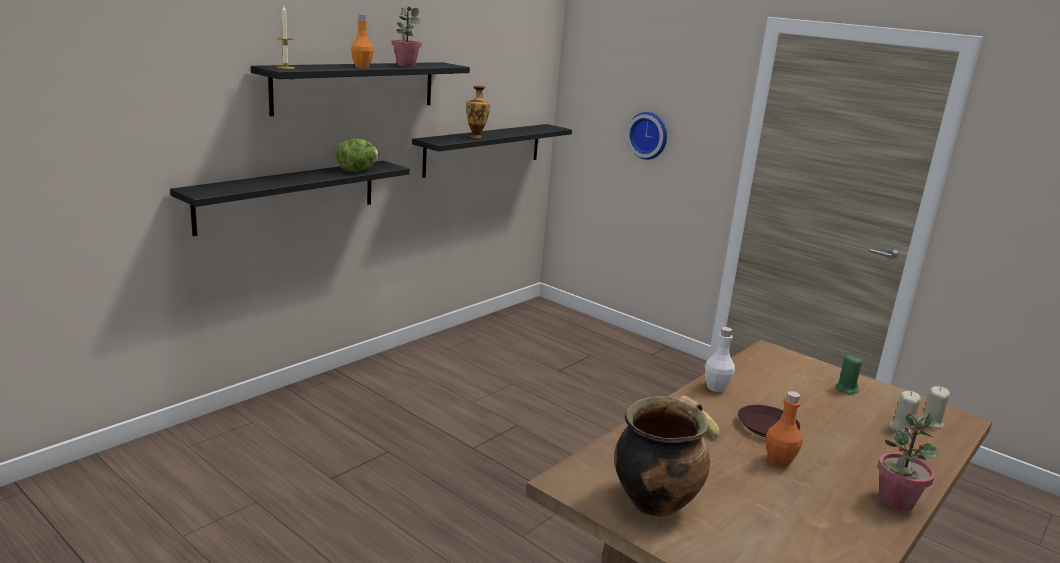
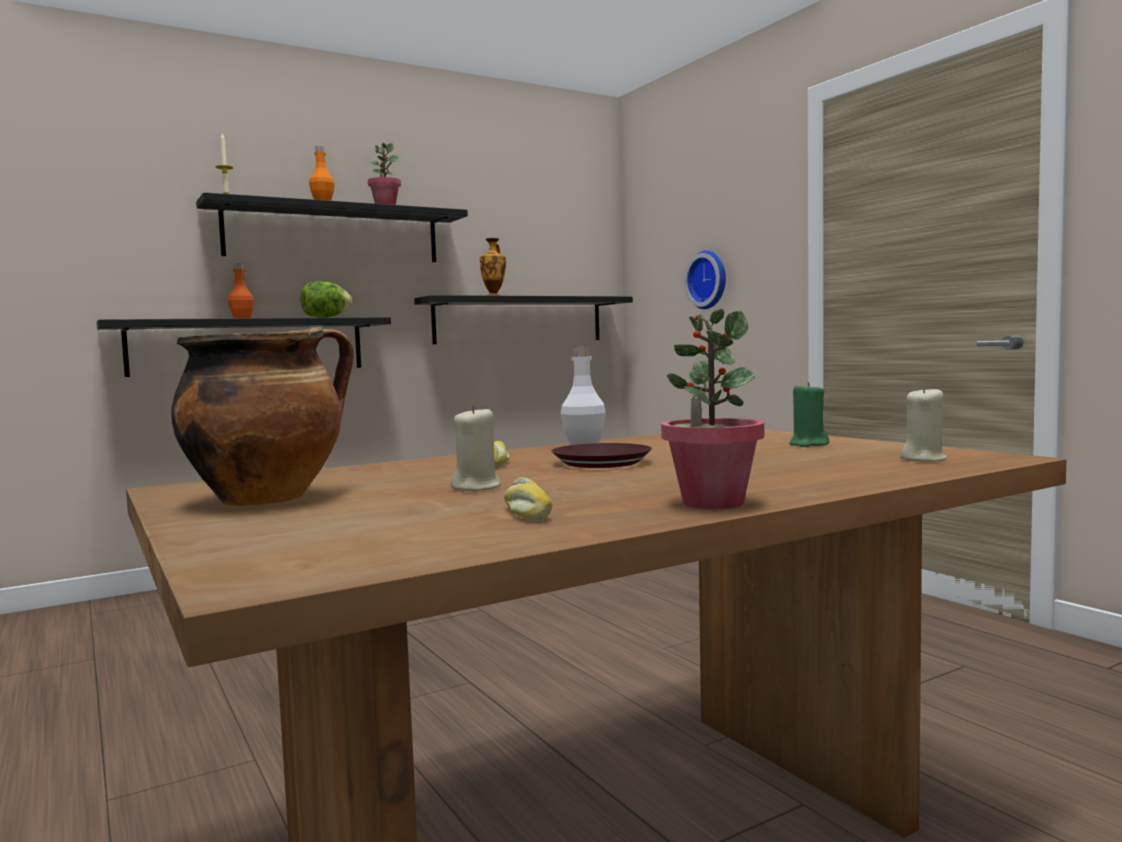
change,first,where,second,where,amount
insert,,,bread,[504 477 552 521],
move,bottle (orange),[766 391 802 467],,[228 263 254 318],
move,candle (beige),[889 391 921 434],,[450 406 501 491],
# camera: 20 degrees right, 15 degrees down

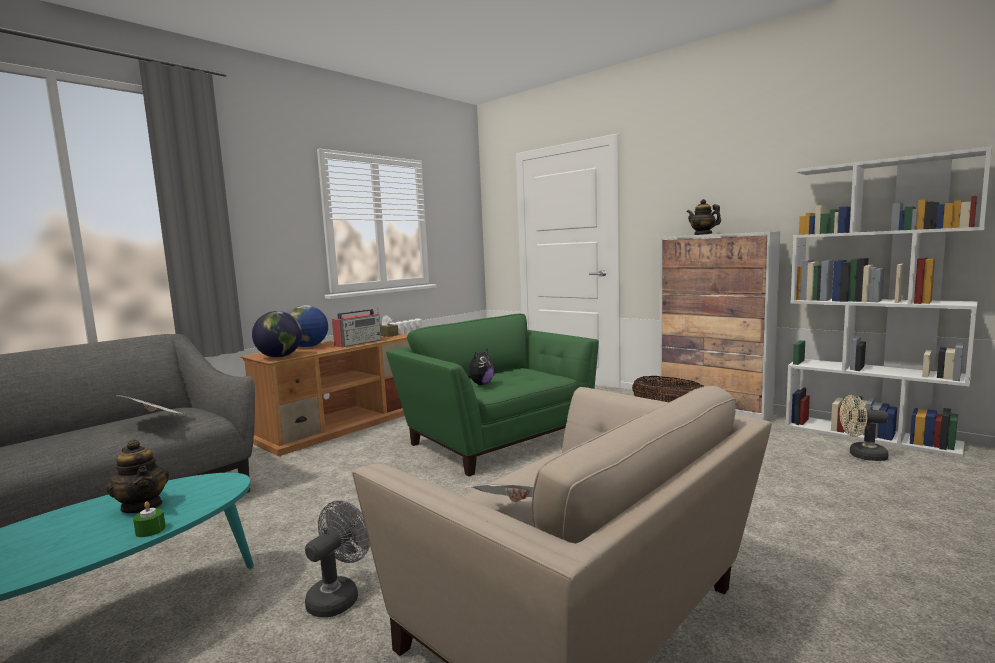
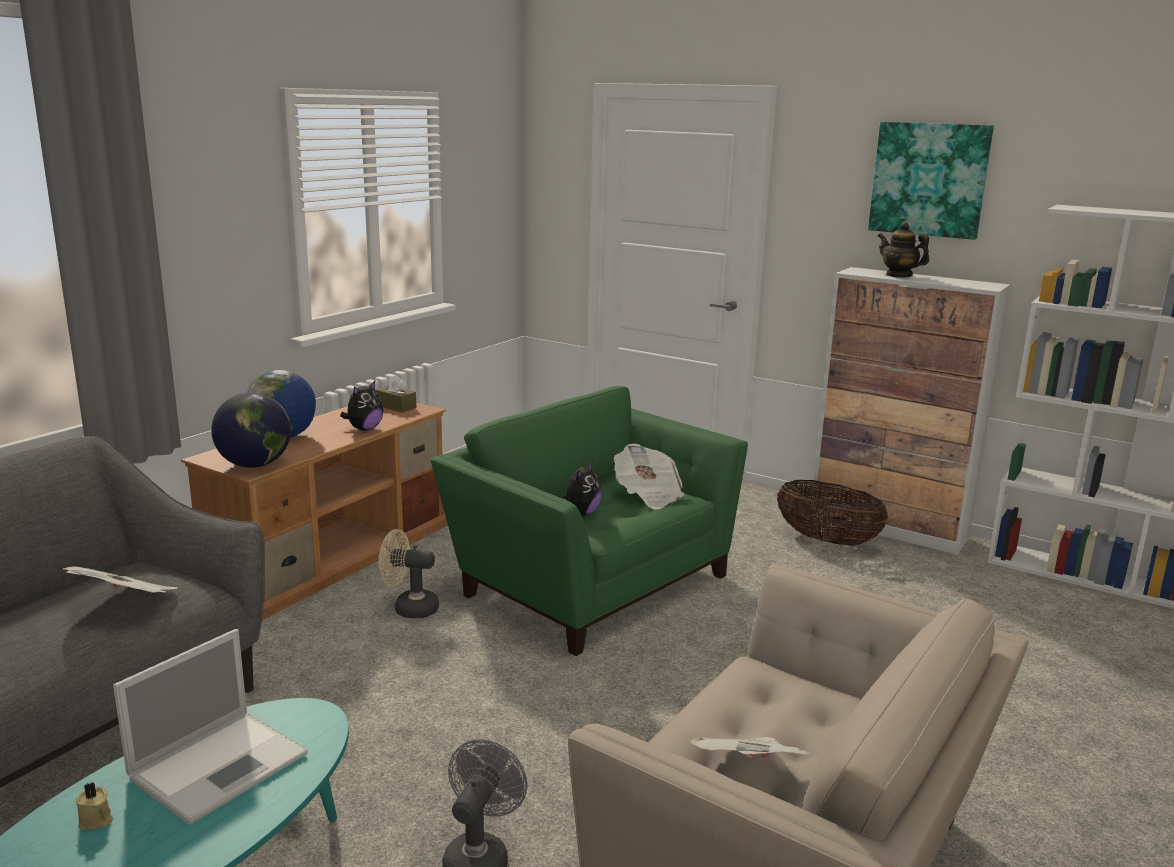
change,first,where,second,where,amount
delete,candle (green),[133 501 166 537],,,
insert,,,candle (beige),[76 782 113 830],
insert,,,newspaper,[614 444 684 510],
insert,,,picture,[868 122 994 240],
move,fan (beige),[840 395 889 461],,[378 529 439 618],
replace,teapot,[106 439 169 513],laptop,[113 629 308 825],
replace,radio,[332 307 381 347],plush toy,[340 381 383 431],
# camera: 10 degrees left, 10 degrees up

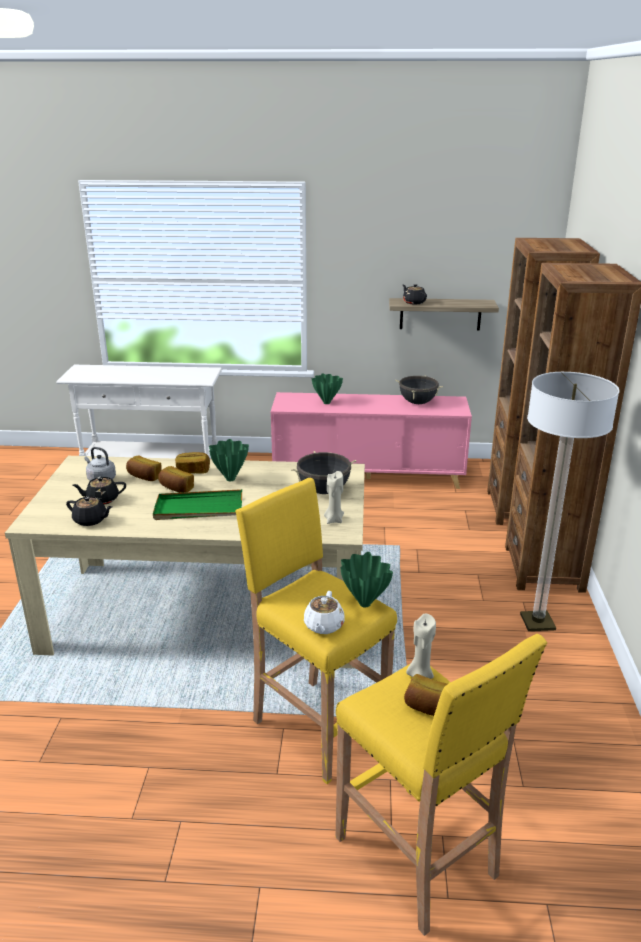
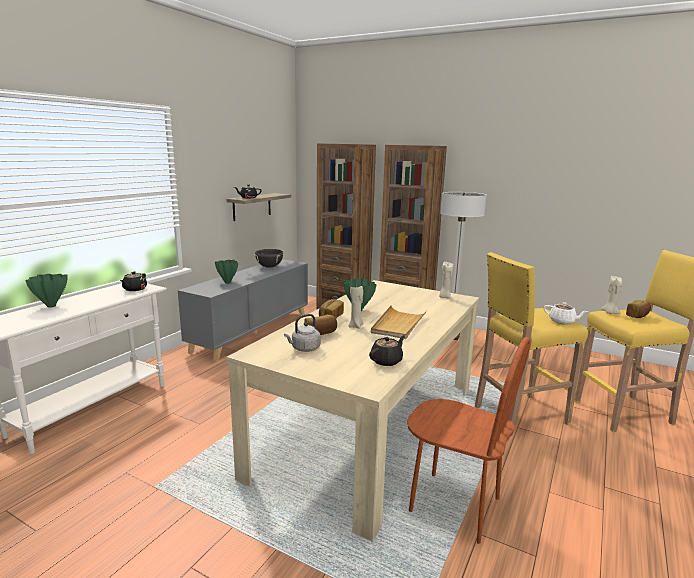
change,first,where,second,where,amount
delete,cooking pot (black),[291 451 356 494],,,
insert,,,chair (brown),[407 337 530 544],
move,teapot (black),[72 477 126 505],,[120 271 147 291],
move,vase (green),[340 552 393 607],,[25 274 68 308],
replace,bread,[158 466 194 493],candle (beige),[349 286 364 329],
recolor,tray (green),[153 489 242 520],tray (beige),[371 305 427 339],
recolor,cabinet (pink),[271 392 472 489],cabinet (grey),[178 259 308 362],
# camera: 65 degrees left, 10 degrees down

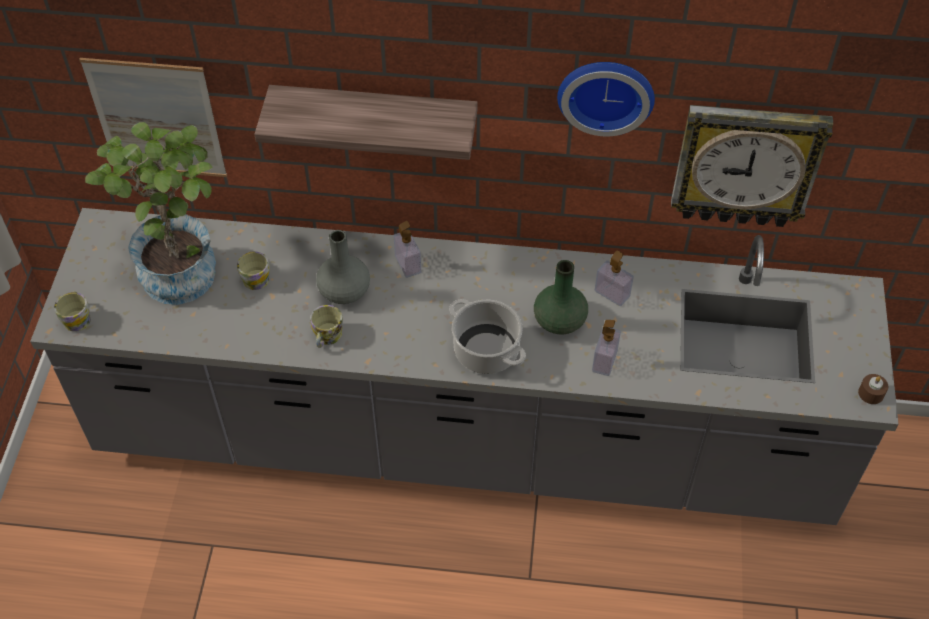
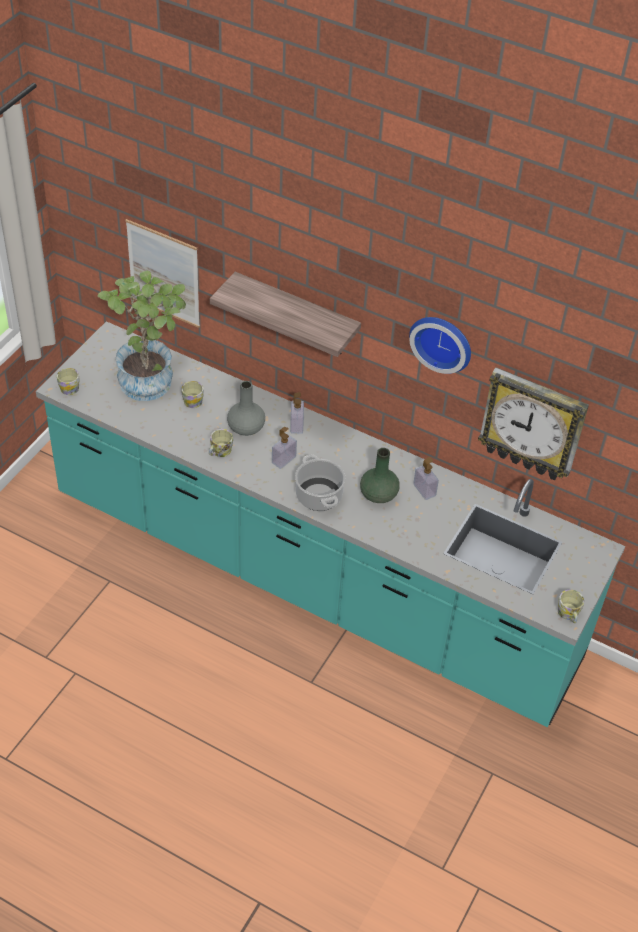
change,first,where,second,where,amount
move,soap dispenser,[592 320 621 376],,[272 427 297 469],
replace,candle (brown),[858 374 889 404],mug,[558 590 584 623],
recolor,counter (grey),[30 208 899 525],counter (turquoise),[36 321 625 727],
# camera: 20 degrees right, 5 degrees down

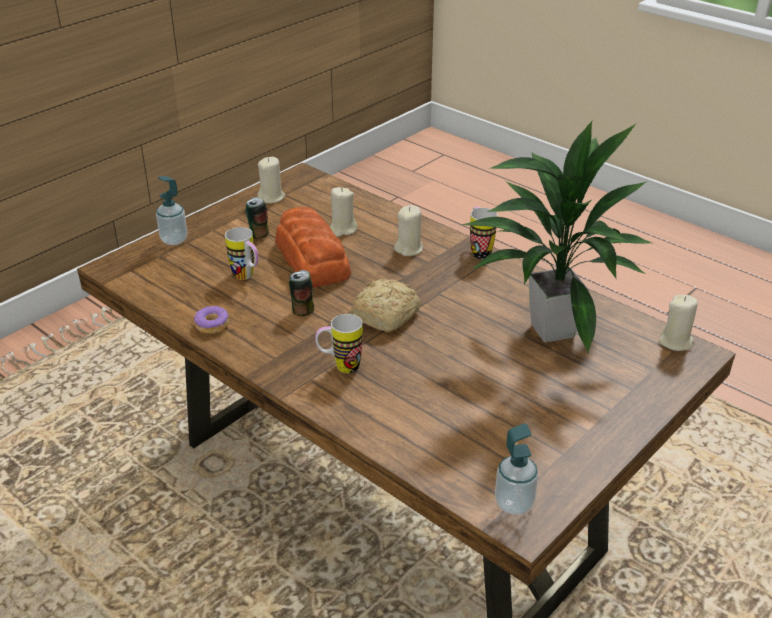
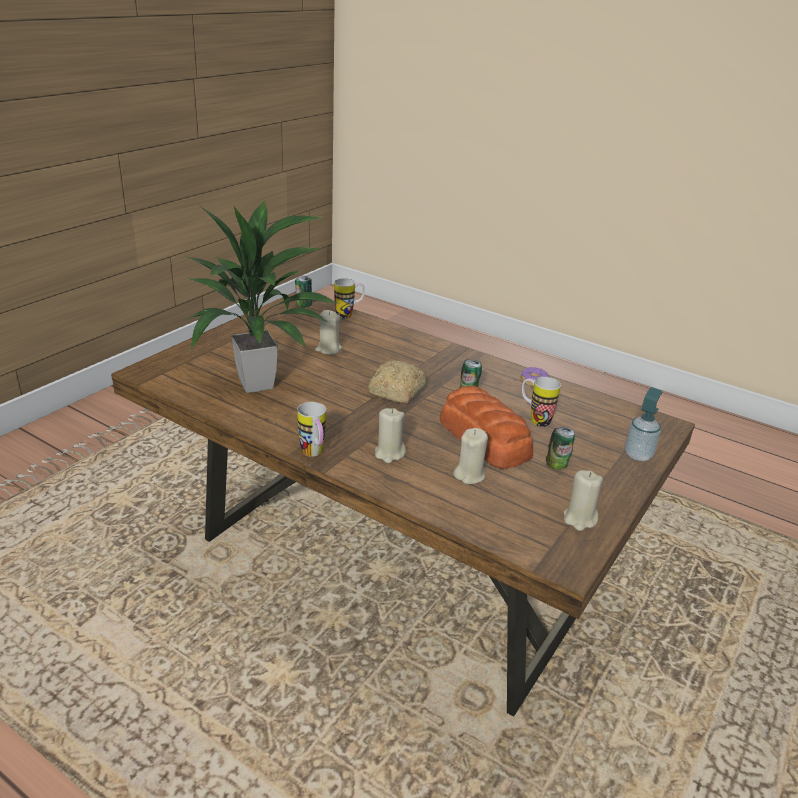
change,first,where,second,where,amount
move,mug,[315 314 363 373],,[334 278 365 319],
move,candle (beige),[659 295 698 351],,[315 310 342 355],
replace,soap dispenser,[495 423 538 515],can,[295 276 312 308],
# camera: 170 degrees right, 5 degrees down

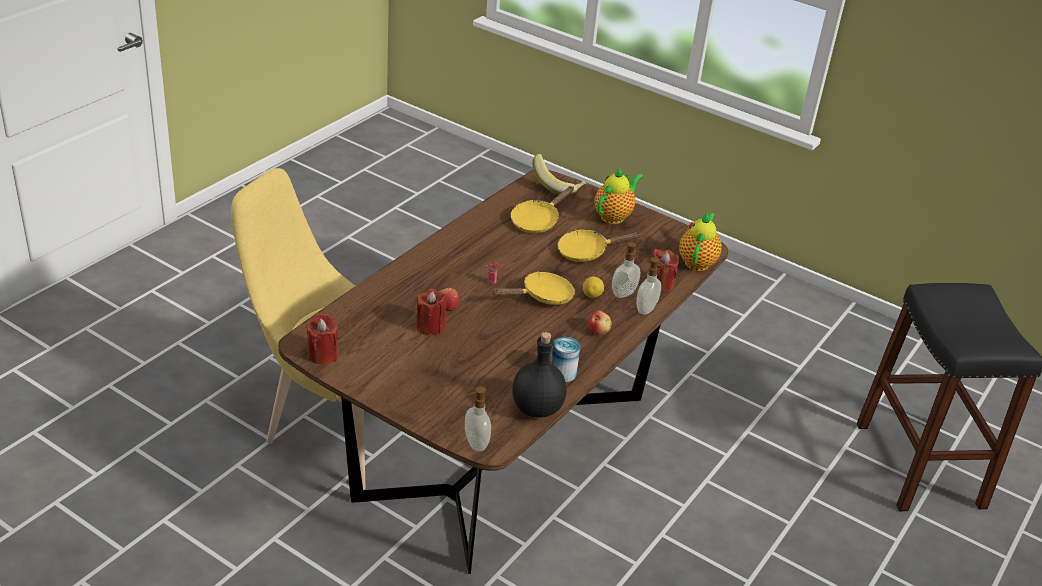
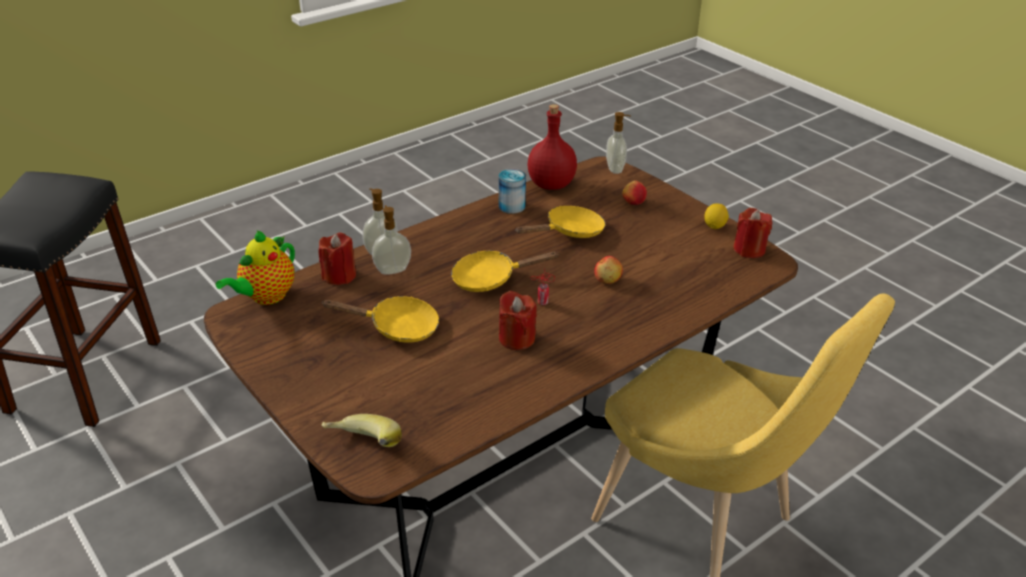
change,first,where,second,where,amount
delete,teapot,[594 168 643 224],,,
move,candle (red),[416 289 447 335],,[499 291 537 350],
move,frying pan (yellow),[511 186 574 233],,[516 206 606 238],
move,lemon,[583 277 604 298],,[704 203 729 229],
move,apple,[588 310 611 335],,[622 181 647 205],
recolor,bottle (black),[512 332 566 418],bottle (red),[528 104 577 190],
# camera: 160 degrees left, 0 degrees up

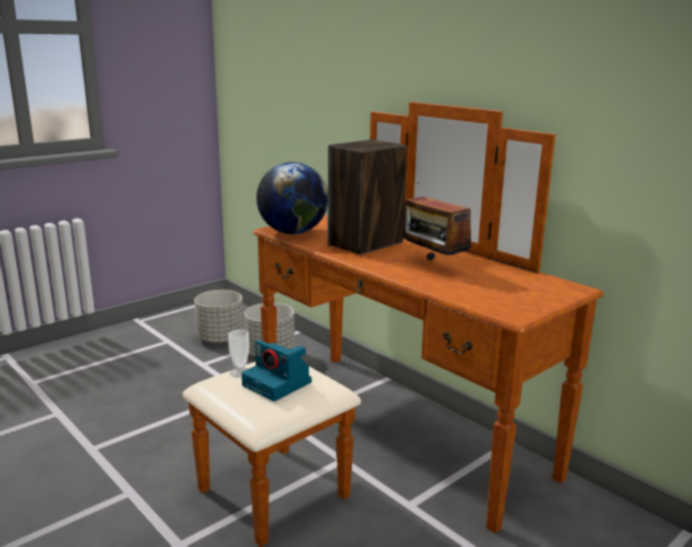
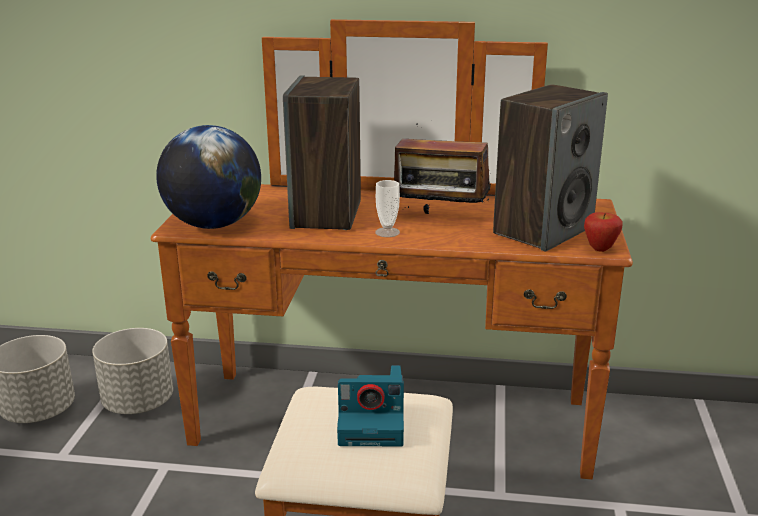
change,first,where,second,where,amount
insert,,,speaker,[493 84 608 251],
insert,,,apple,[584 213 623 252],
move,cup,[229 329 249 378],,[375 180 400 237],
# camera: 40 degrees left, 5 degrees up

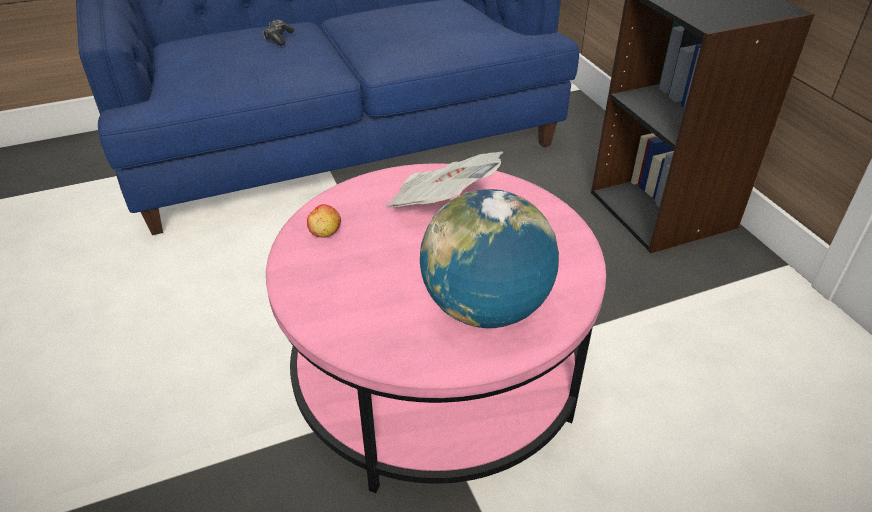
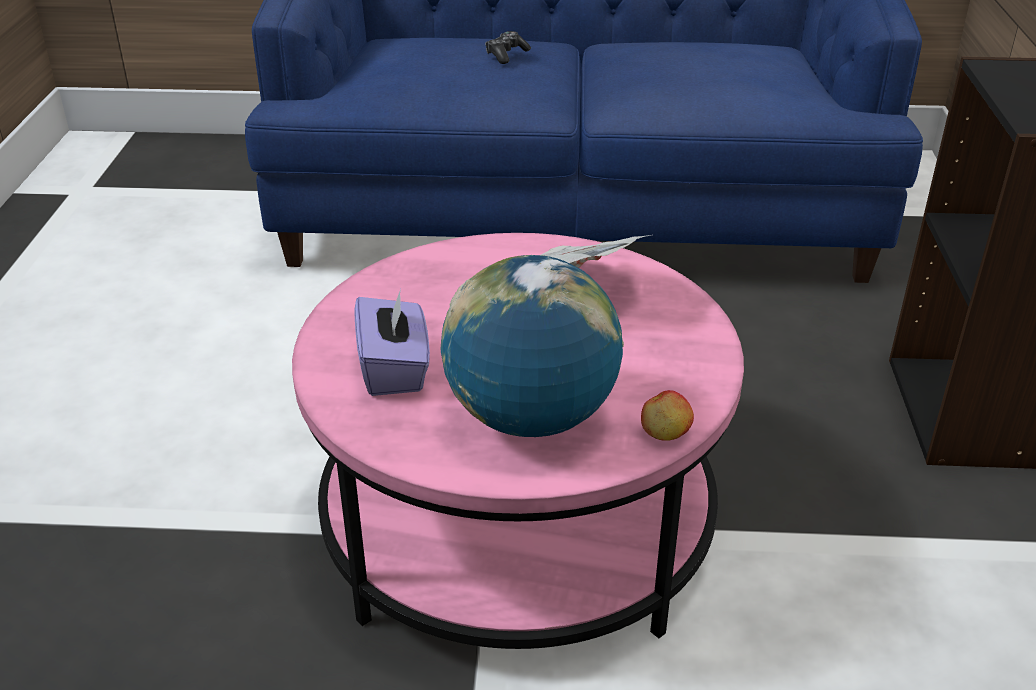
change,first,where,second,where,amount
insert,,,tissue box (purple),[354 289 430 396],
move,apple,[307 204 341 238],,[641 390 694 441],
# camera: 25 degrees right, 5 degrees down

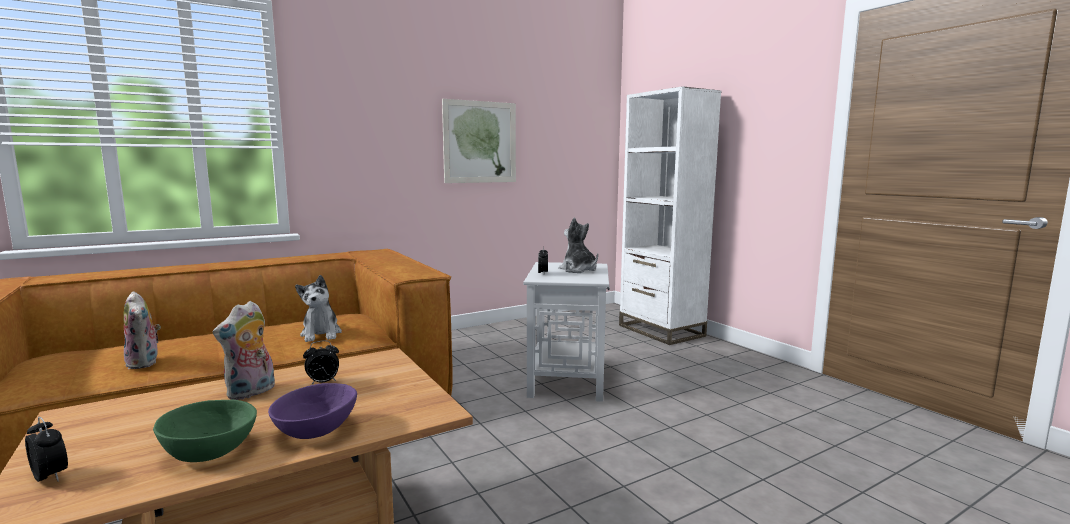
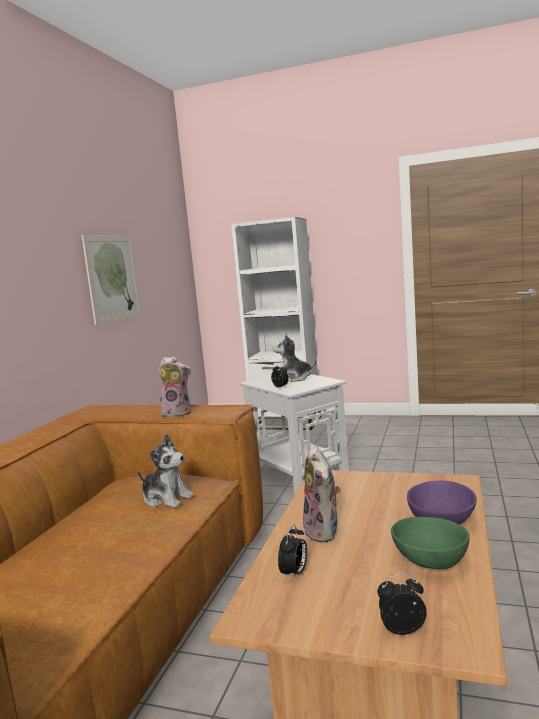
change,first,where,second,where,amount
move,plush toy,[123 291 161 369],,[159 356 191 417],
move,alarm clock,[303 340 339 385],,[278 524 307 580],
# camera: 40 degrees left, 0 degrees up

